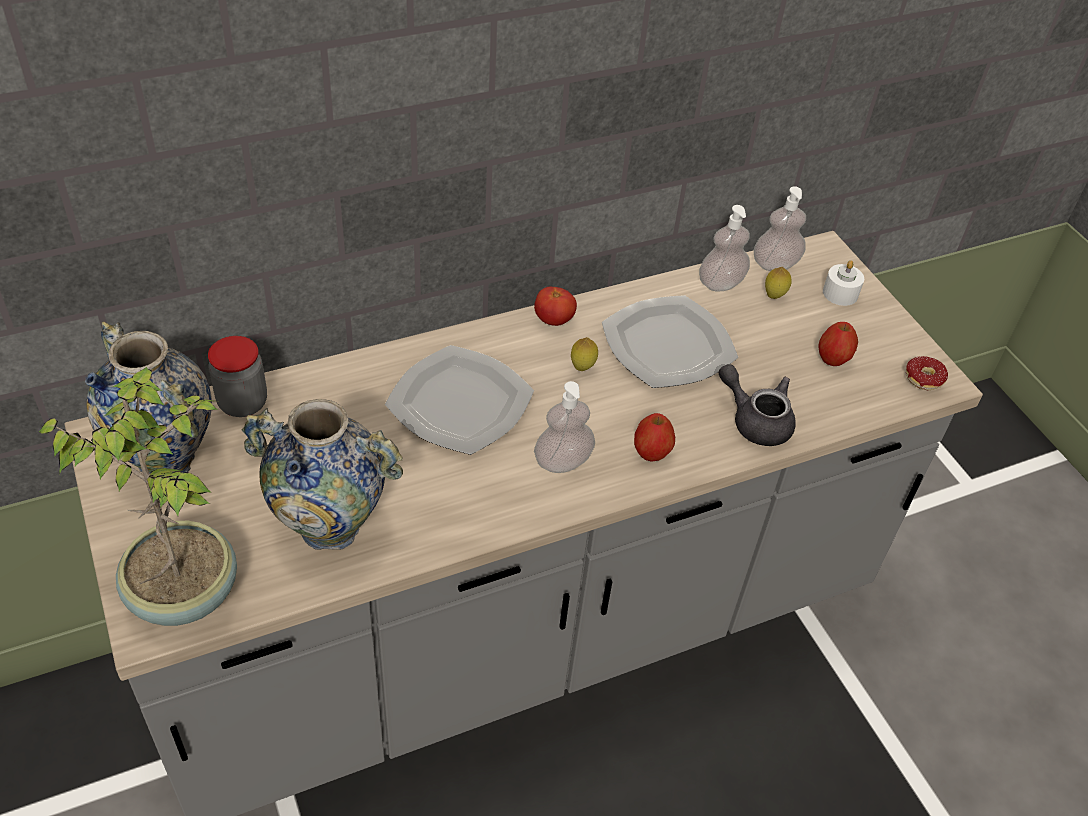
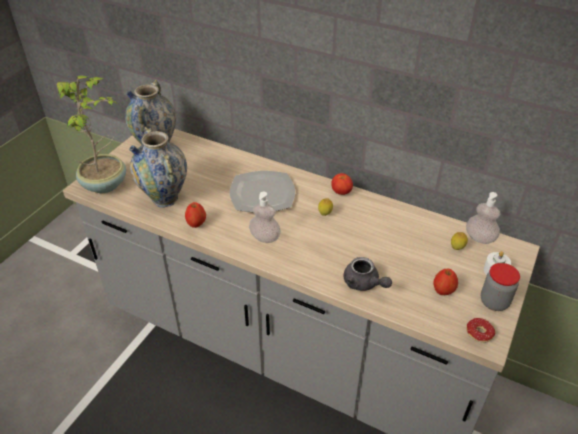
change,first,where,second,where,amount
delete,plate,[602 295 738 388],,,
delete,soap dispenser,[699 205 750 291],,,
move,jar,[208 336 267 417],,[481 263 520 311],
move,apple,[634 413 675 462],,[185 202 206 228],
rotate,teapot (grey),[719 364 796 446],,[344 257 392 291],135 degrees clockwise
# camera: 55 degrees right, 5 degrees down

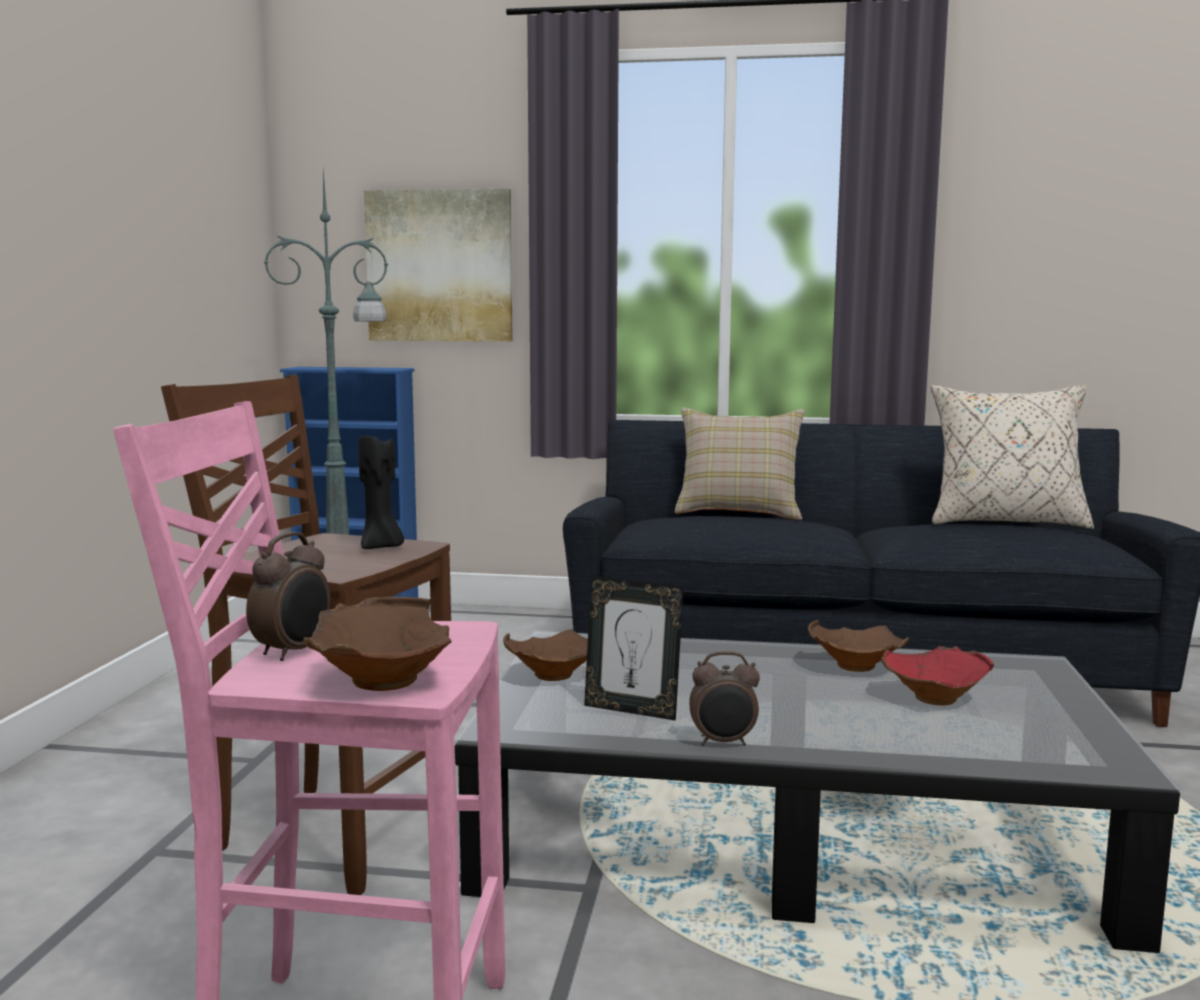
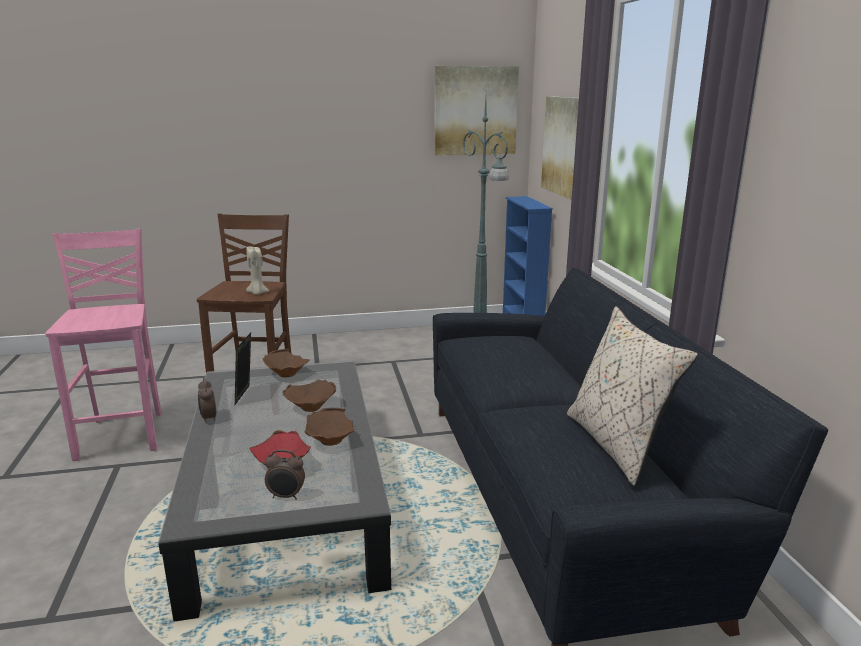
change,first,where,second,where,amount
delete,pillow (beige),[675 408 805 520],,,
insert,,,picture,[435 66 519 155],
move,alarm clock,[246 532 330 661],,[265 450 305 500],
move,bowl (brown),[303 597 451 691],,[282 380 336 412],
recolor,candle (black),[358 434 404 549],candle (beige),[246 247 269 295],
# camera: 70 degrees right, 10 degrees up

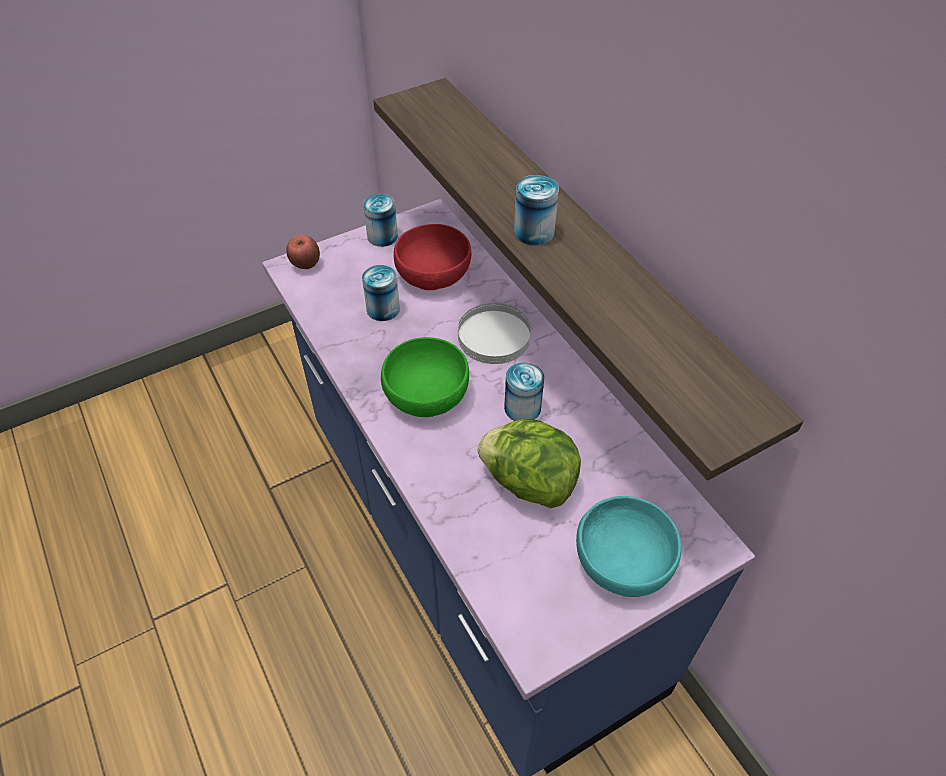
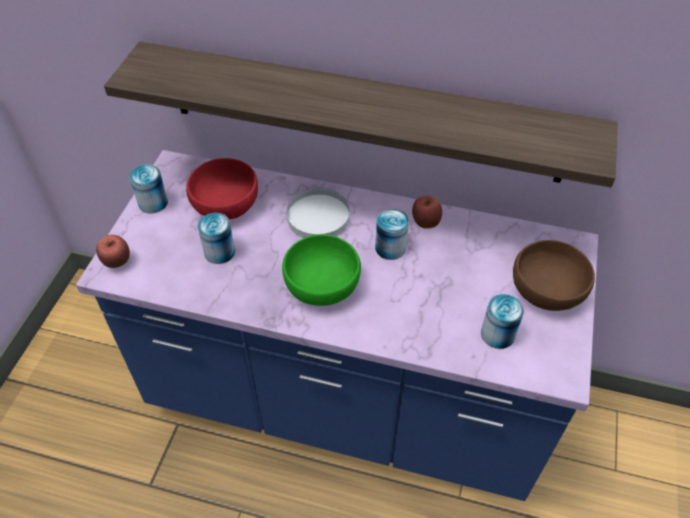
change,first,where,second,where,amount
delete,lettuce,[477 419 581 508],,,
insert,,,apple,[412 196 442 229],
move,can,[514 175 559 246],,[481 294 524 349],
recolor,bowl (turquoise),[576 496 681 597],bowl (brown),[513 240 595 311],
# camera: 45 degrees left, 0 degrees up

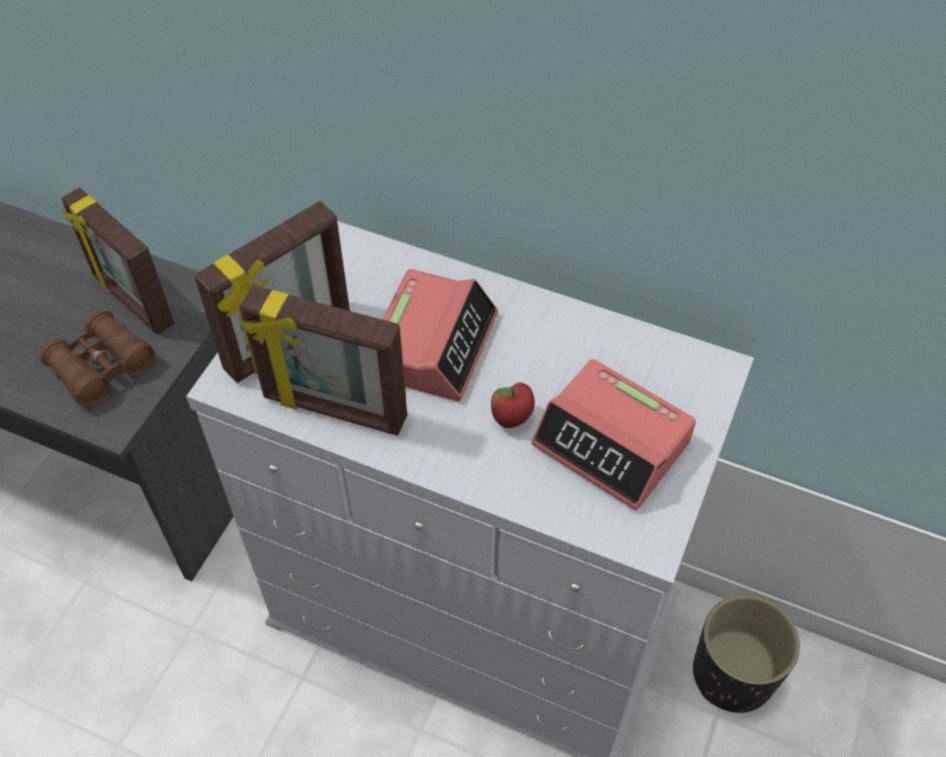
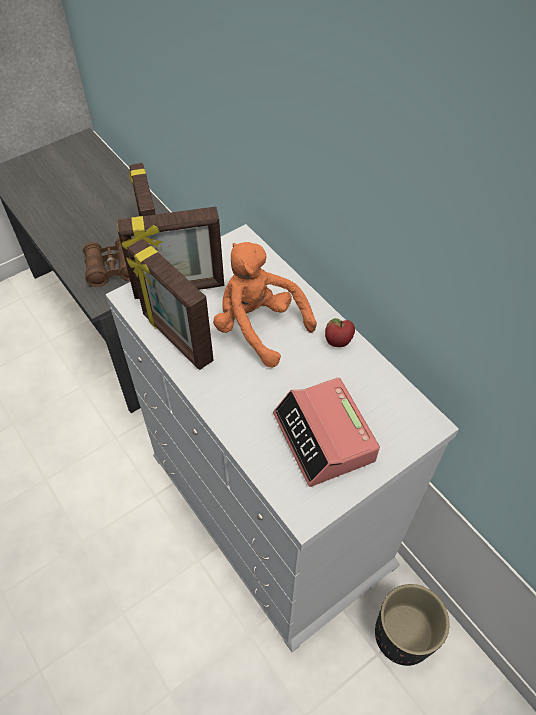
change,first,where,second,where,amount
move,apple,[491 382 535 428],,[325 318 355 347],
replace,alarm clock,[383 269 498 401],plush toy (orange),[213 242 317 368],
# camera: 30 degrees right, 0 degrees up

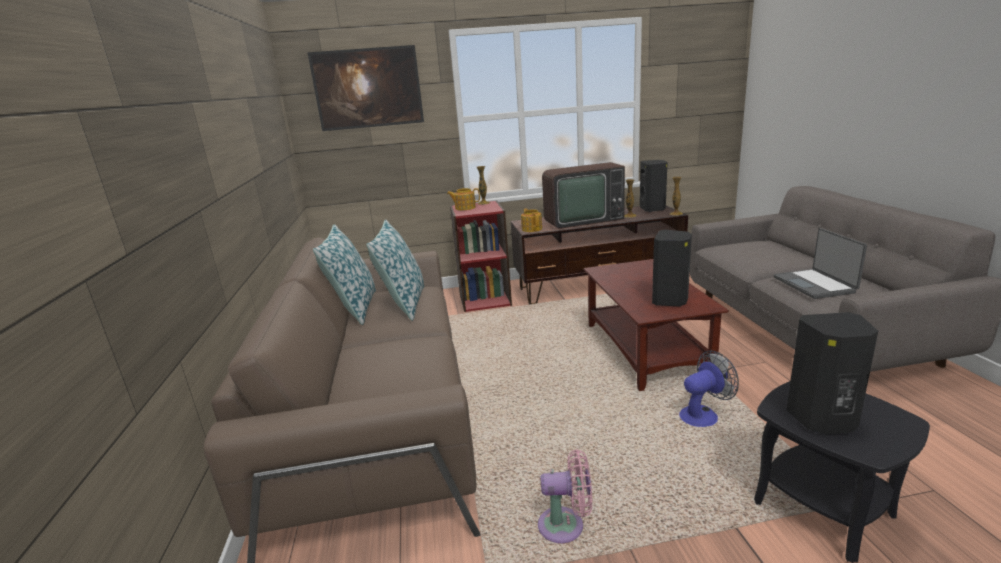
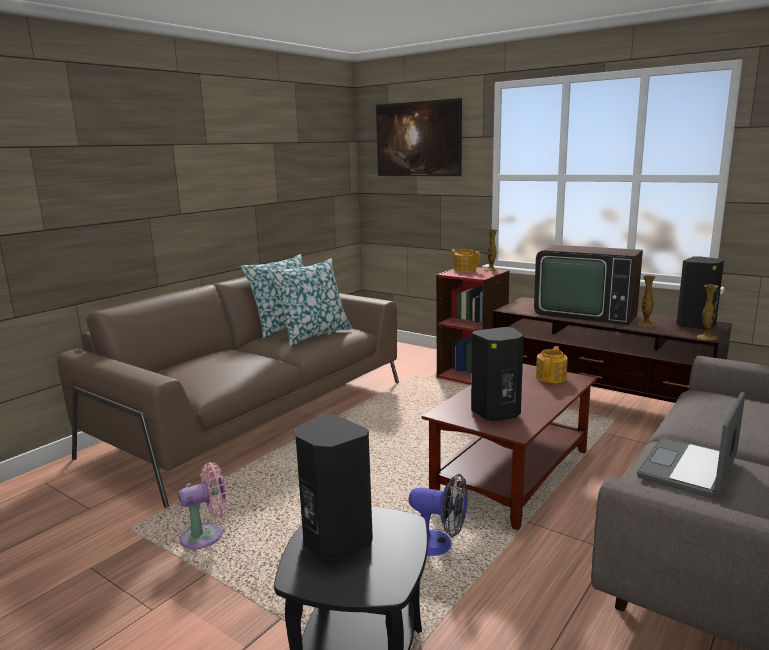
change,first,where,second,where,amount
move,teapot,[521 208 542 232],,[536 346 568 383],
rotate,fan (pink),[538 449 592 543],,[178 462 229 549],75 degrees counterclockwise
# camera: 45 degrees right, 5 degrees down

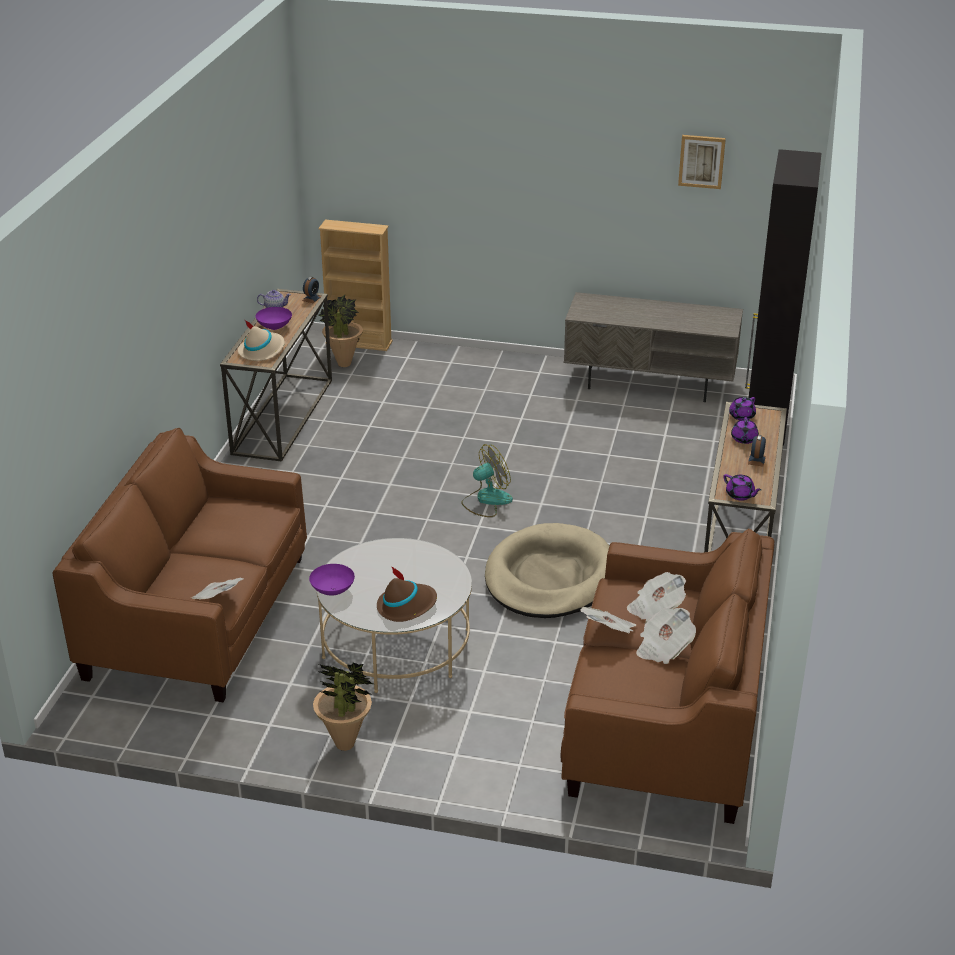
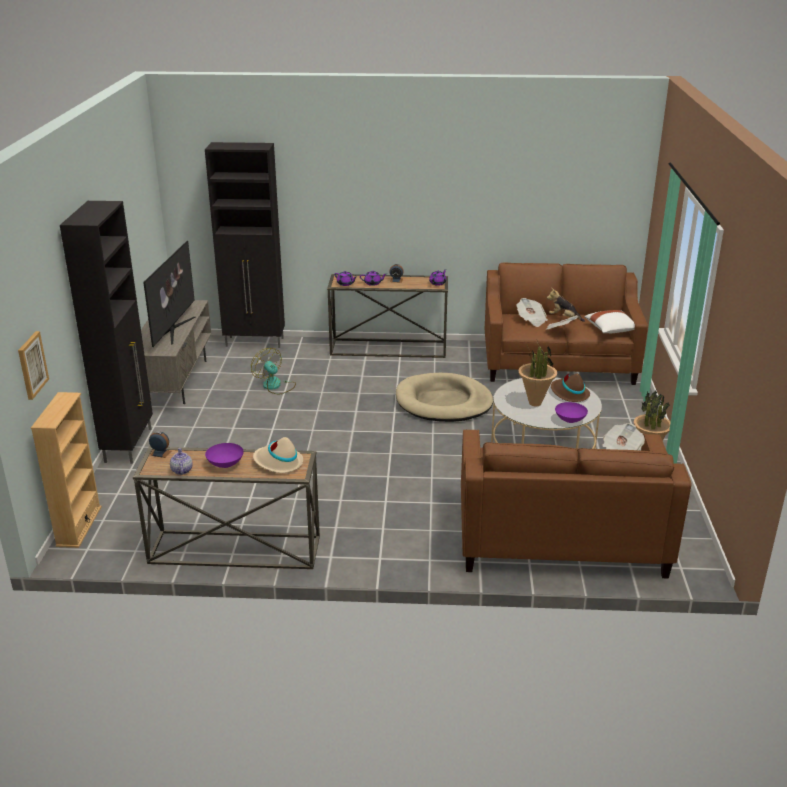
change,first,where,second,where,amount
insert,,,cabinet (black),[60 201 153 464],
insert,,,television,[143 241 196 347],
insert,,,pillow (white),[584 310 635 333],
move,potted plant,[318 295 363 367],,[518 341 557 406],
move,fan,[461 444 513 517],,[251 348 296 394],
move,picture,[678 135 726 189],,[18 331 49 400],
replace,newspaper,[636 608 696 664],plush toy,[547 288 585 322],
# camera: 100 degrees left, 5 degrees down

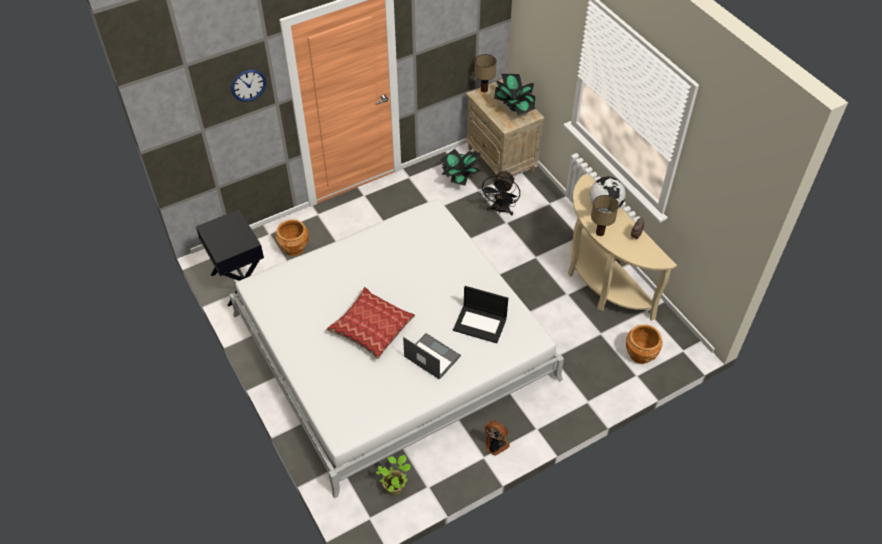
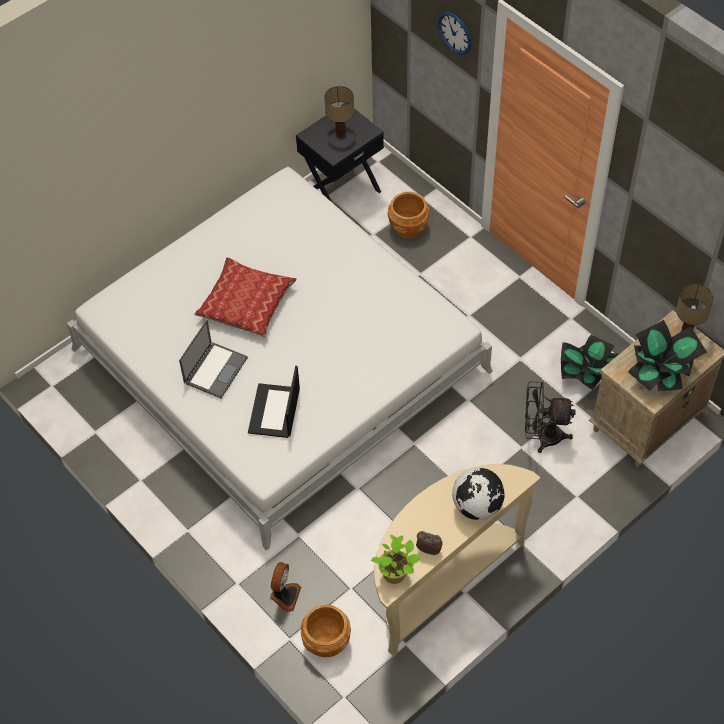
change,first,where,second,where,amount
move,potted plant,[376 455 411 496],,[370 535 420 584],
move,fan,[485 421 510 456],,[270 562 301 612],
move,table lamp,[591 195 619 236],,[324 86 354 135],
# camera: 80 degrees right, 5 degrees up

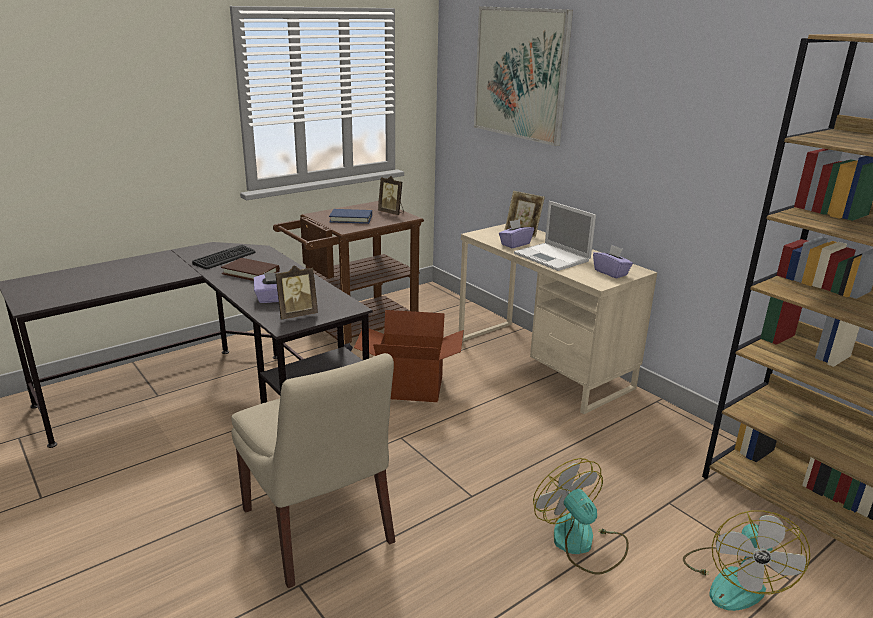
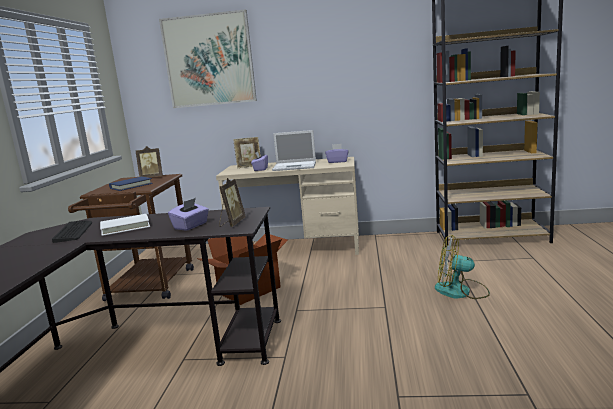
change,first,where,second,where,amount
delete,chair (beige),[231 353 396 588],,,
delete,fan,[683 510 810 611],,,
recolor,book (brown),[221 258 280 281],book (white),[100 214 150 236],
# camera: 45 degrees left, 10 degrees down

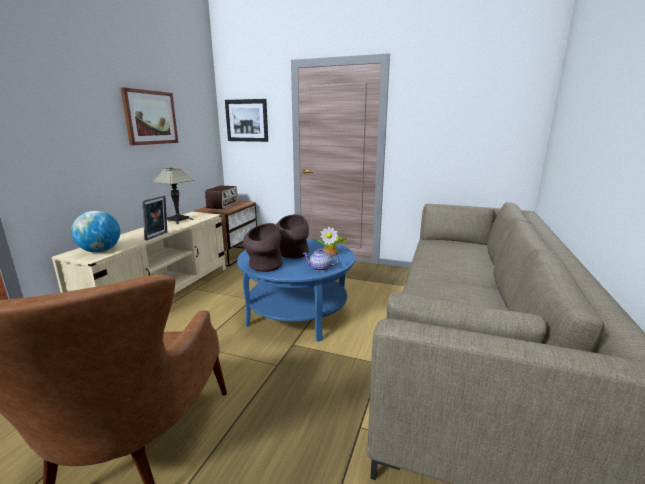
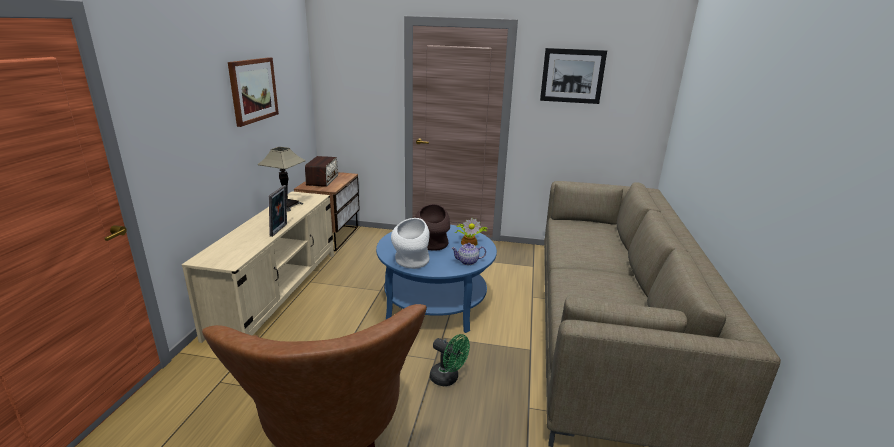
change,first,where,second,where,amount
delete,globe,[71 211 120 253],,,
insert,,,fan (green),[430 334 470 386],
move,picture,[225 99 268 142],,[540 48 607 104],
recolor,vase (brown),[243 223 283 272],vase (white),[391 218 430 269],
# camera: 10 degrees left, 5 degrees up

